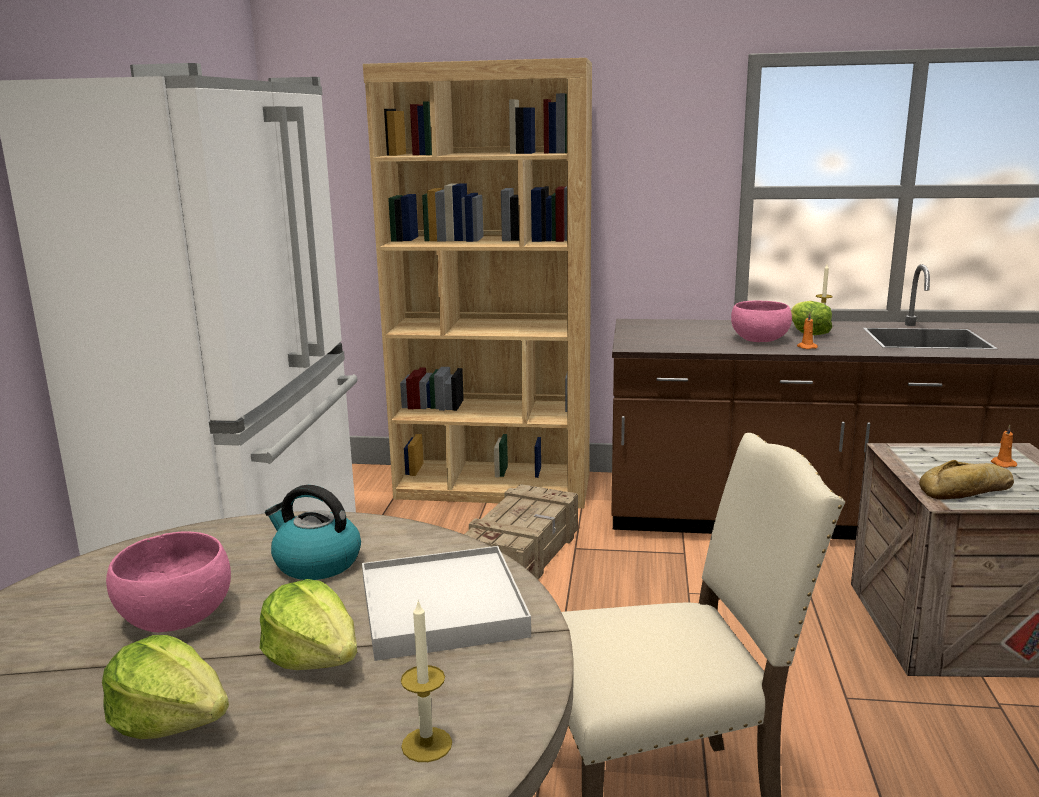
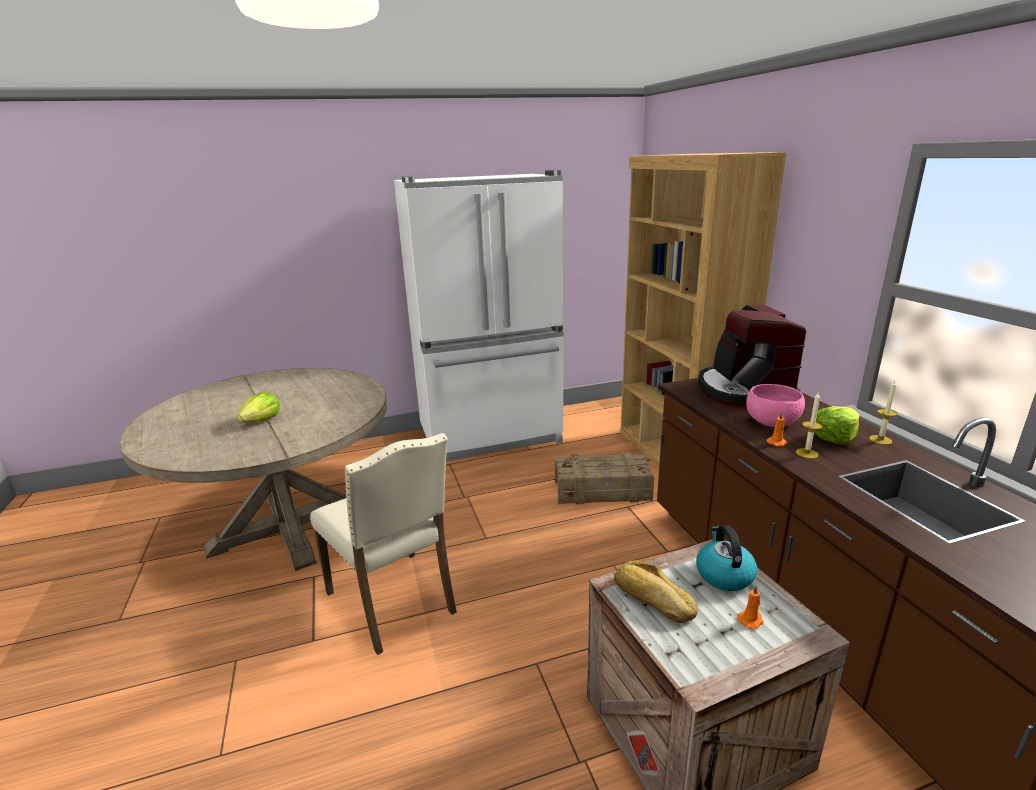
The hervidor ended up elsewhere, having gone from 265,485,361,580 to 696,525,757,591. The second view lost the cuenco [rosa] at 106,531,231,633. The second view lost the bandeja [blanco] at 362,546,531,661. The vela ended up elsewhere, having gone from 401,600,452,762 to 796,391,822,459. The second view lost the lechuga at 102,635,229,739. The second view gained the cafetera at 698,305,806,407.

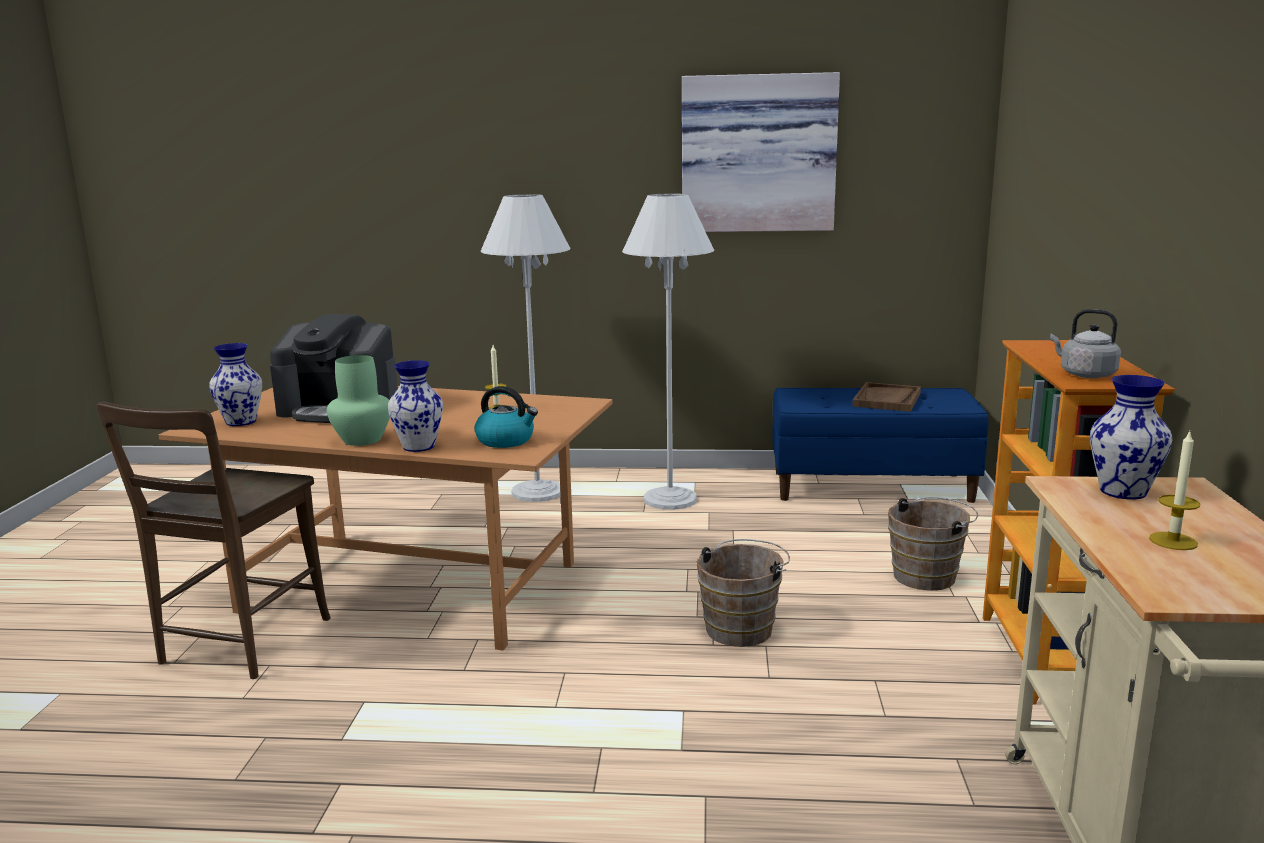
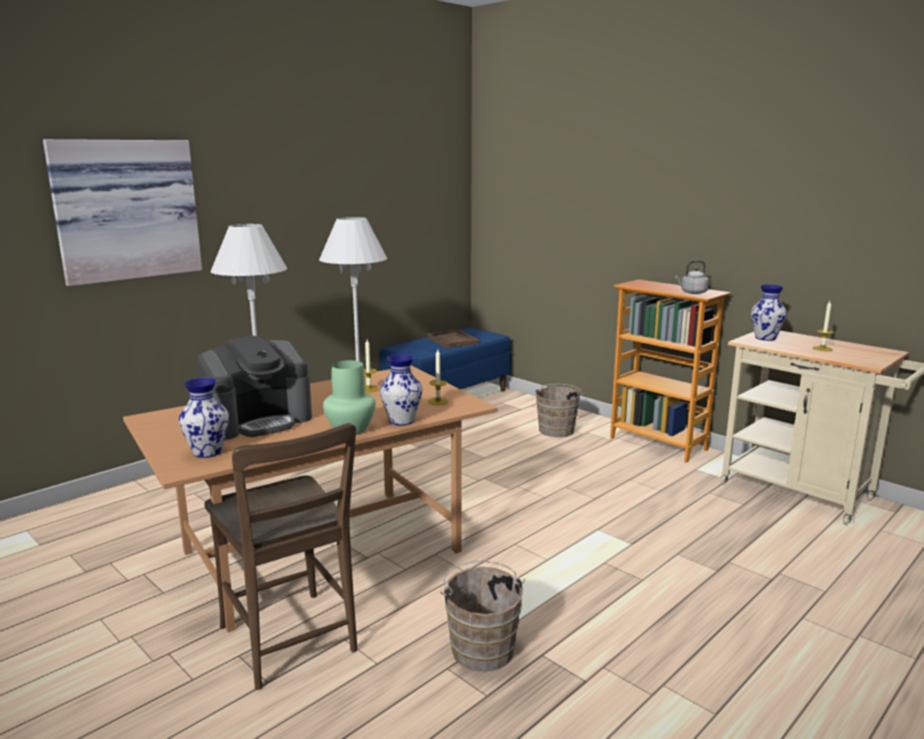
The cuadro ended up elsewhere, having gone from 682,72,840,232 to 43,139,202,286. Where the hervidor stood at 474,386,538,448, the vela came to stand at 428,349,449,405. The cubo [marrón] ended up elsewhere, having gone from 696,539,790,647 to 440,560,525,672.

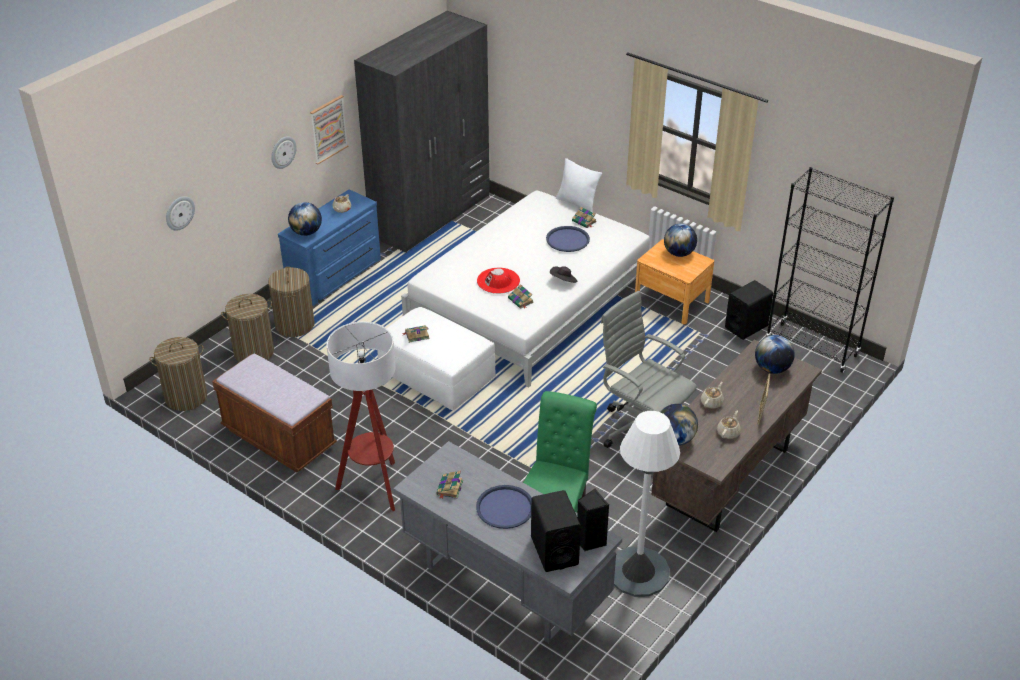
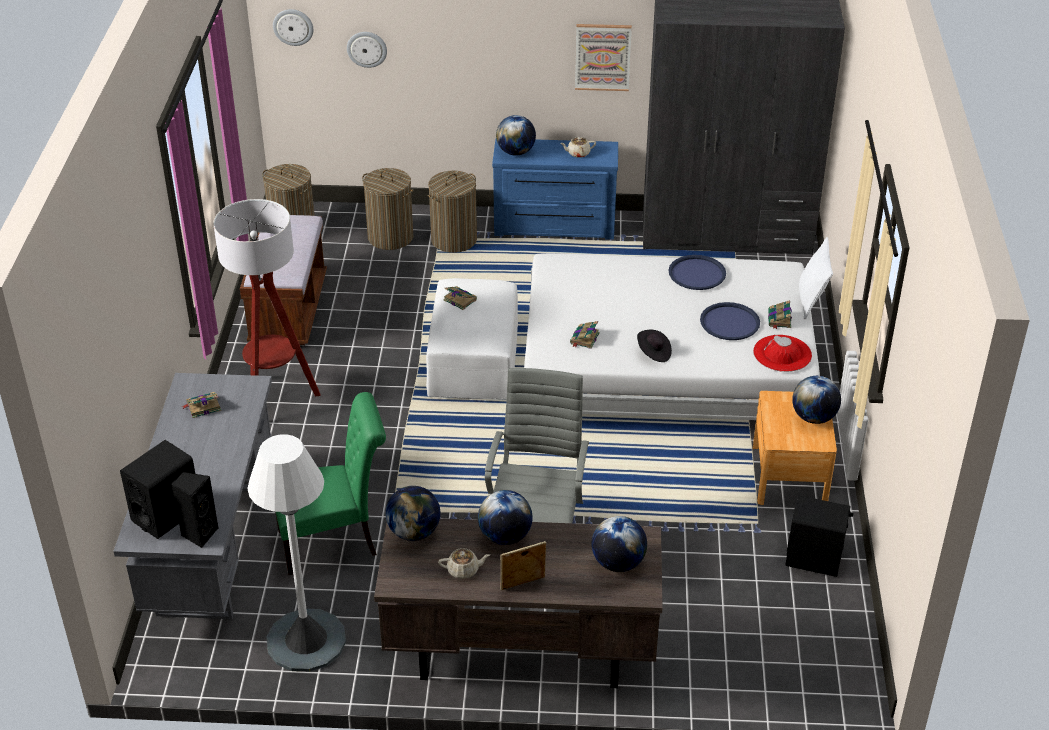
The reloj de pared ended up elsewhere, having gone from 271,136,297,169 to 273,9,313,46. The second view lost the estantería [negro] at 766,167,894,373. The sombrero [rojo] ended up elsewhere, having gone from 477,268,520,294 to 753,335,812,372. Where the tetera [beis] stood at 701,382,724,409, the globo terráqueo came to stand at 478,490,533,545. The bandeja [azul] ended up elsewhere, having gone from 476,485,532,529 to 668,255,726,290.

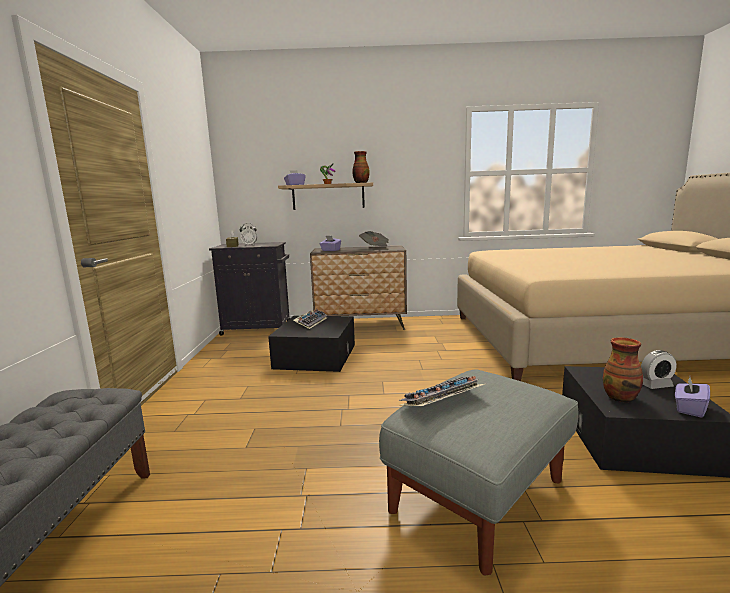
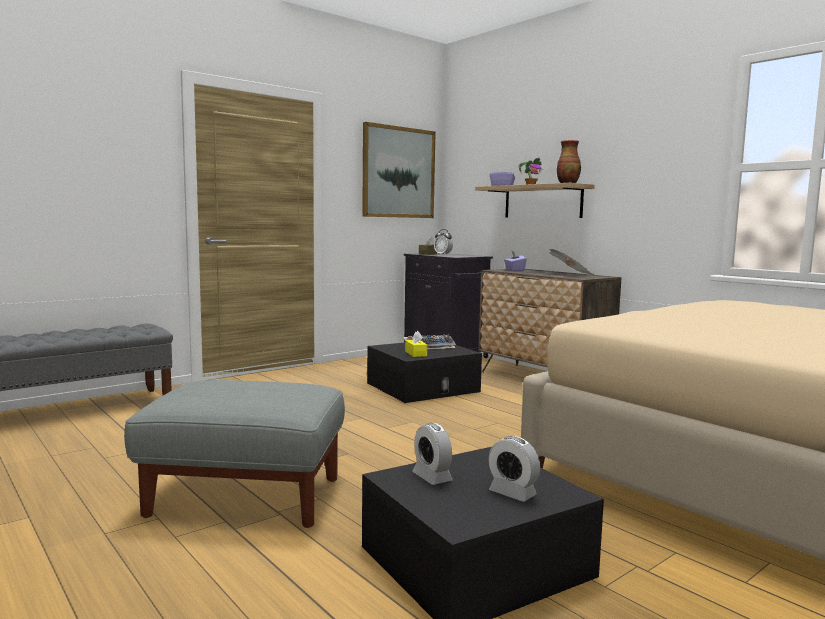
Where the florero stood at 603,337,643,403, the despertador came to stand at 412,423,453,485. The second view lost the teclado at 398,376,486,406. The second view lost the caja de pañuelos [morado] at 675,377,710,418. The second view gained the cuadro at 362,122,436,218. The second view gained the caja de pañuelos [amarillo] at 405,331,427,357.

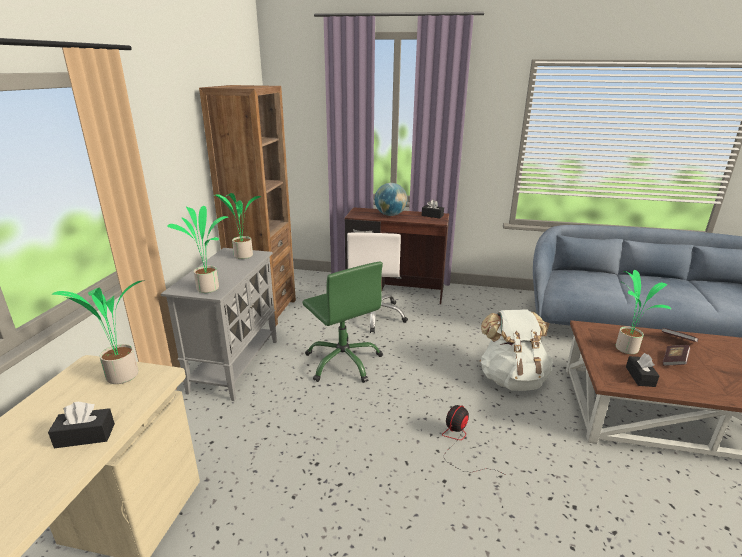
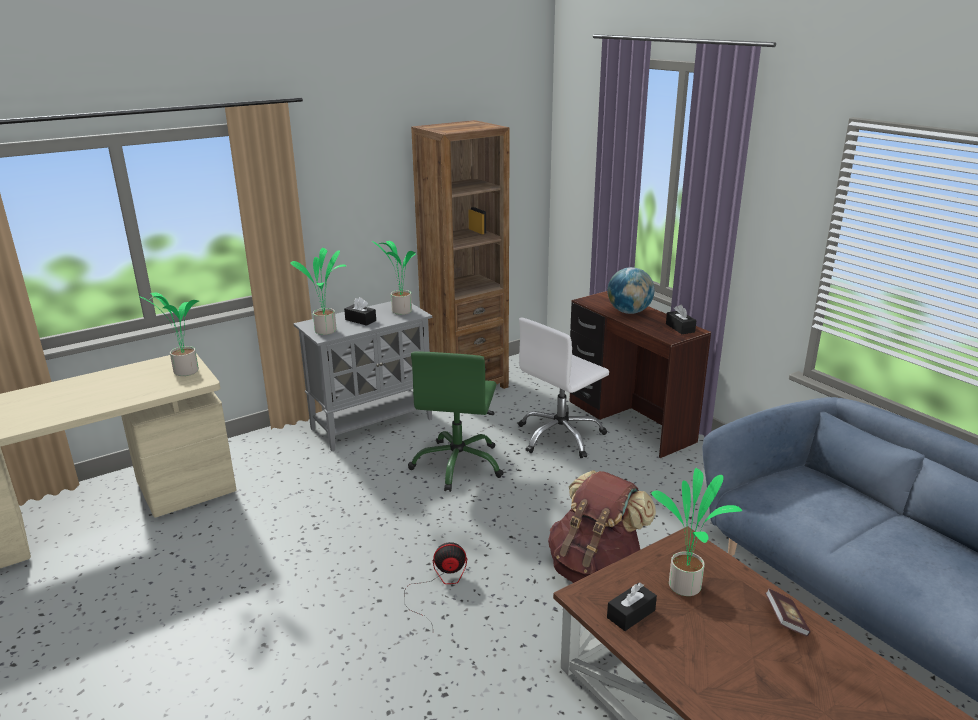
What was the mochila [blanco] at 479,310,553,391 turned into the mochila [marrón] at 548,470,656,583. The second view lost the libro at 662,345,690,366. The caja de pañuelos [negro] ended up elsewhere, having gone from 48,402,115,448 to 344,297,376,326.

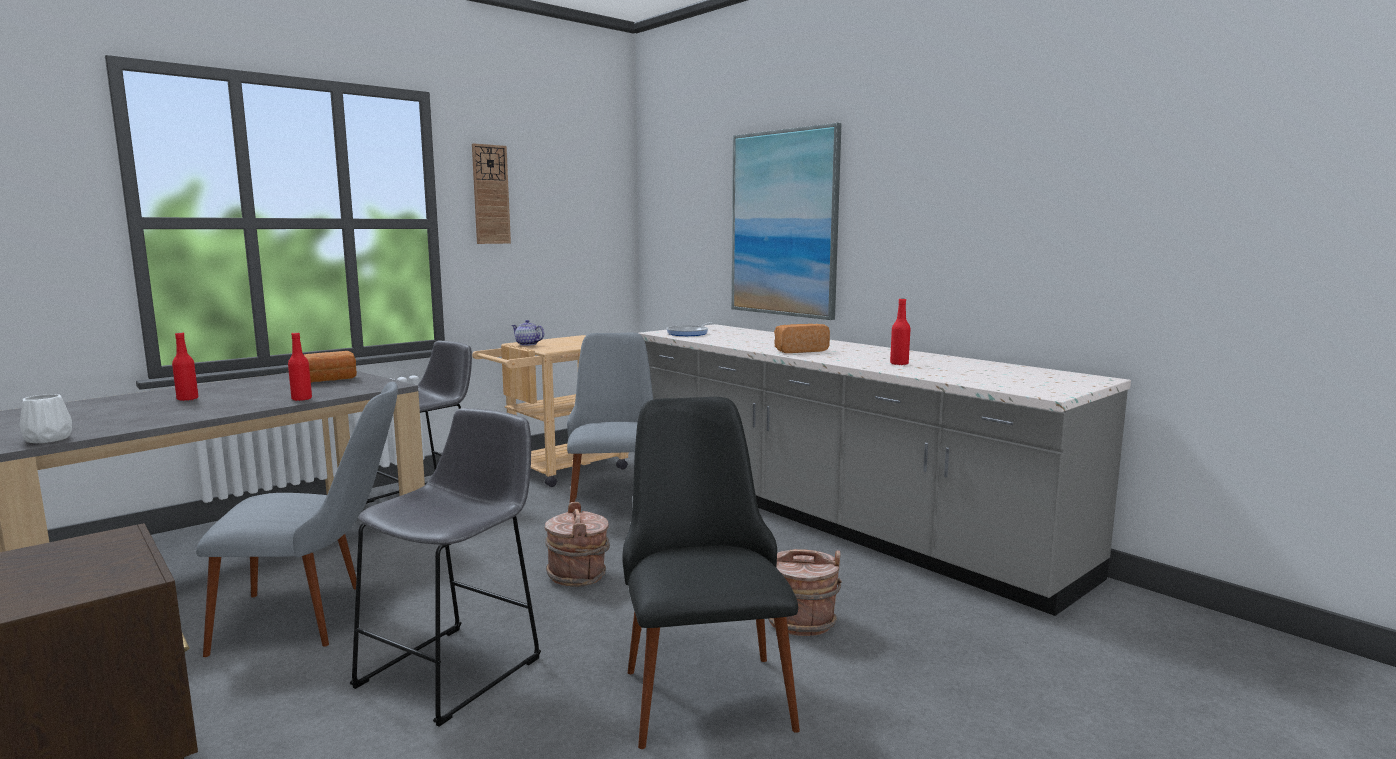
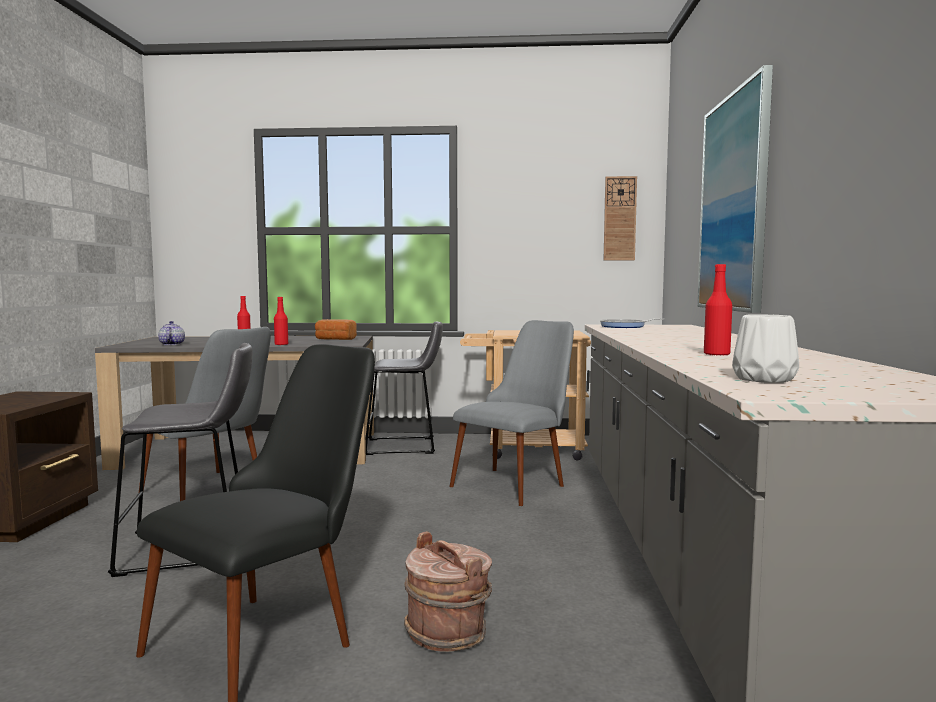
The reloj de pared ended up elsewhere, having gone from 472,143,511,244 to 604,176,637,260. The tetera ended up elsewhere, having gone from 511,320,544,346 to 158,321,185,345. The second view lost the pan at 774,324,830,353. The florero [blanco] ended up elsewhere, having gone from 20,394,72,443 to 732,314,799,383. The second view lost the cubo [marrón] at 545,502,610,587.

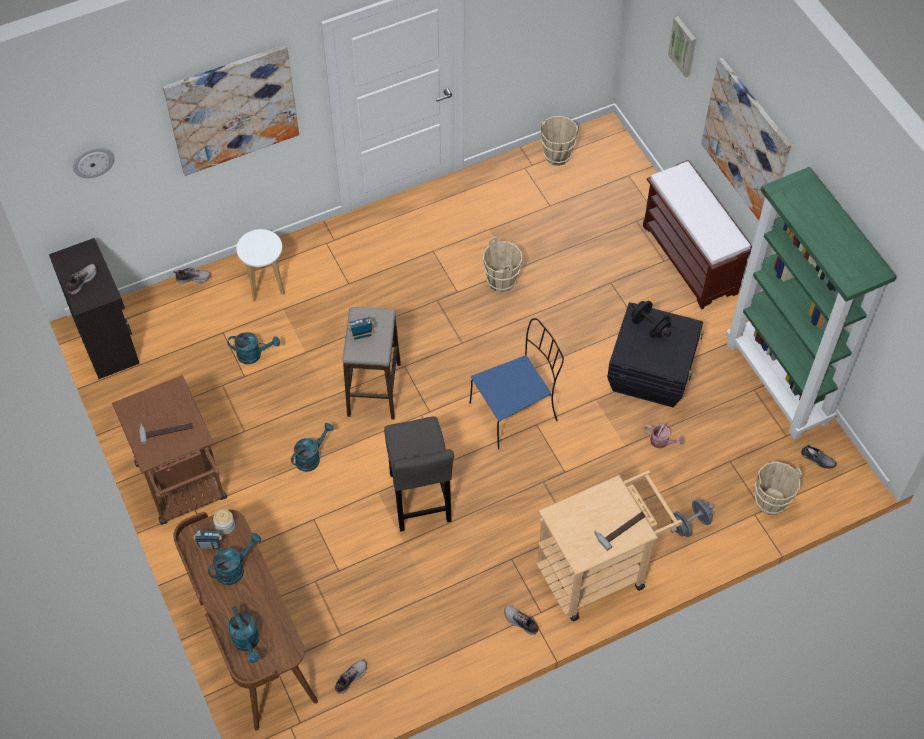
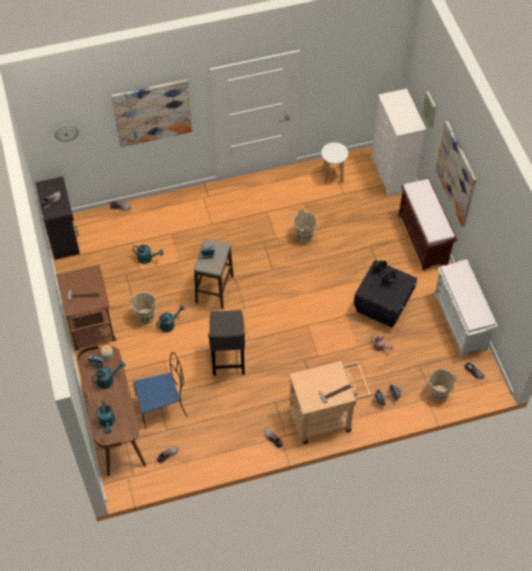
The cubo [beis] ended up elsewhere, having gone from 541,116,579,166 to 130,292,156,324. Where the estantería [verde] stood at 726,167,897,439, the banco [blanco] came to stand at 434,259,498,357. The taburete [blanco] ended up elsewhere, having gone from 236,229,285,301 to 321,142,348,184. The silla [azul] ended up elsewhere, having gone from 470,318,564,450 to 133,352,187,429. The second view gained the cómoda [blanco] at 371,88,426,197.

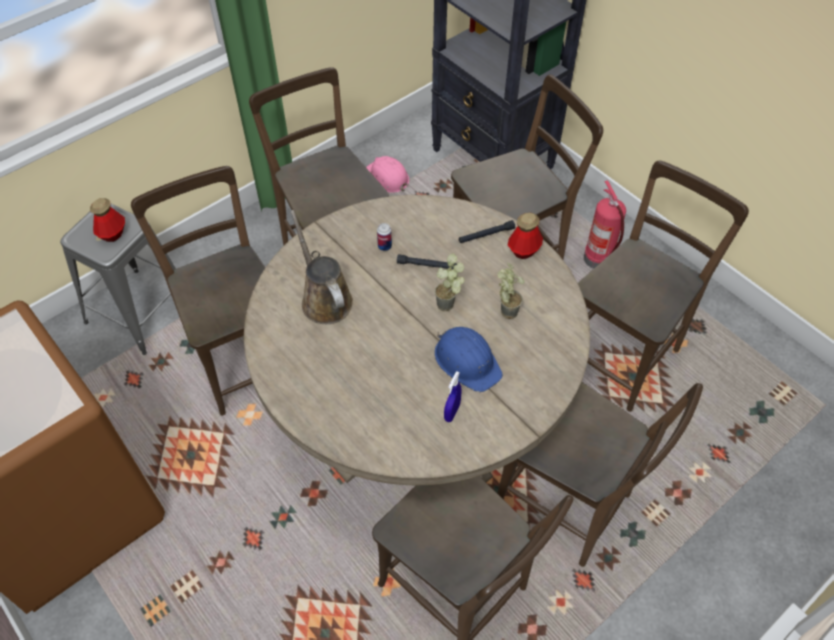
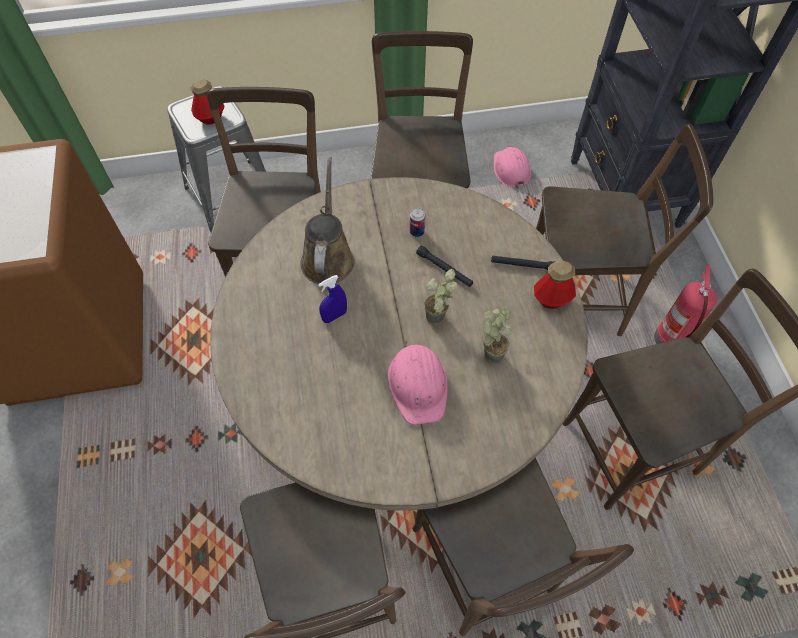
What was the casco [azul] at 435,327,503,392 turned into the casco [rosa] at 388,341,448,425. The pulverizador [azul] ended up elsewhere, having gone from 444,371,462,422 to 318,275,347,323.

